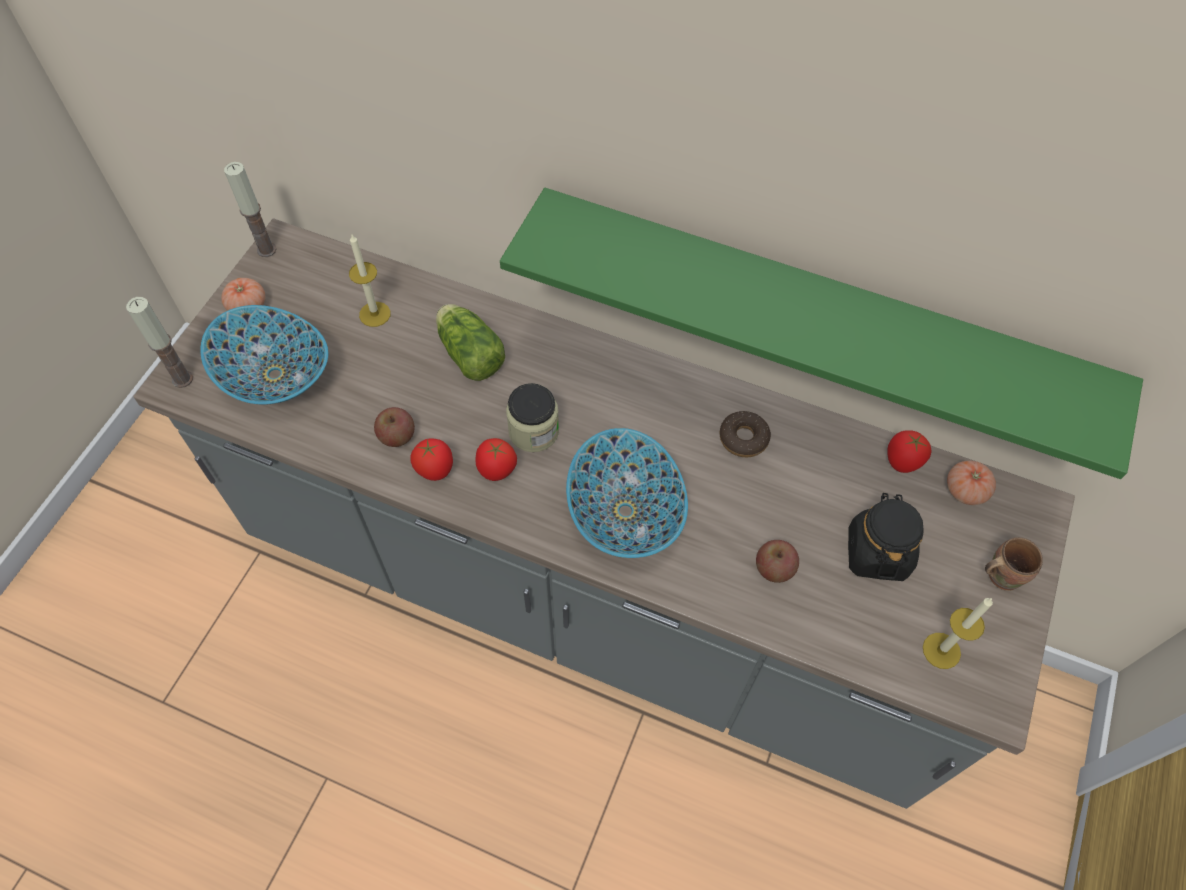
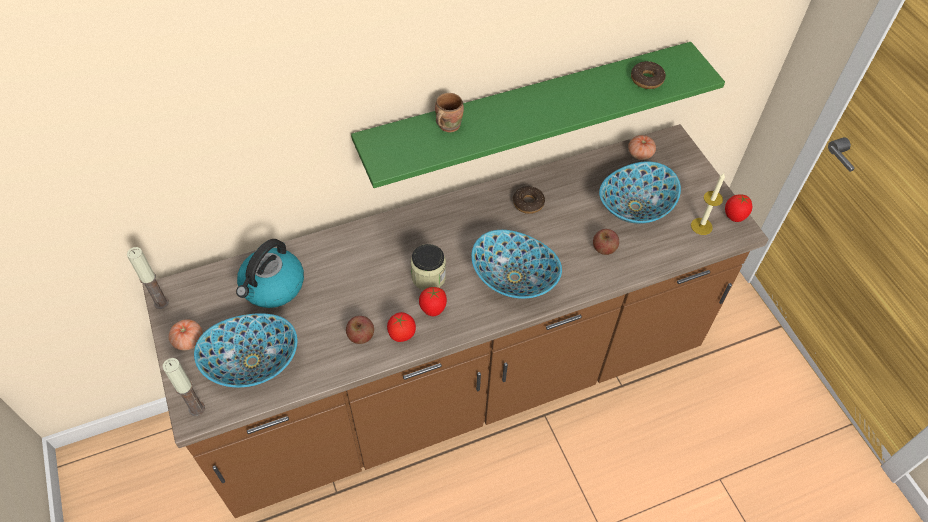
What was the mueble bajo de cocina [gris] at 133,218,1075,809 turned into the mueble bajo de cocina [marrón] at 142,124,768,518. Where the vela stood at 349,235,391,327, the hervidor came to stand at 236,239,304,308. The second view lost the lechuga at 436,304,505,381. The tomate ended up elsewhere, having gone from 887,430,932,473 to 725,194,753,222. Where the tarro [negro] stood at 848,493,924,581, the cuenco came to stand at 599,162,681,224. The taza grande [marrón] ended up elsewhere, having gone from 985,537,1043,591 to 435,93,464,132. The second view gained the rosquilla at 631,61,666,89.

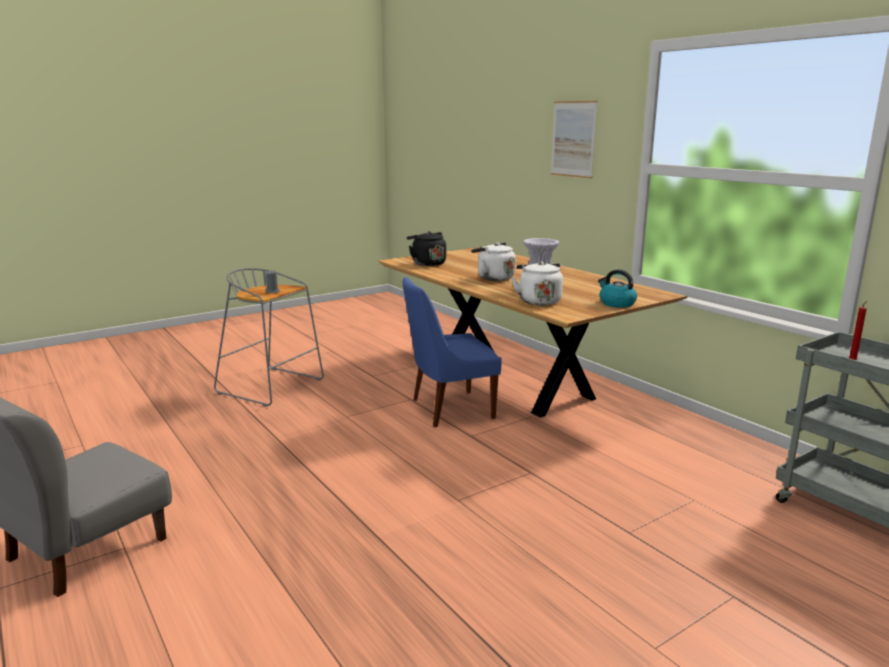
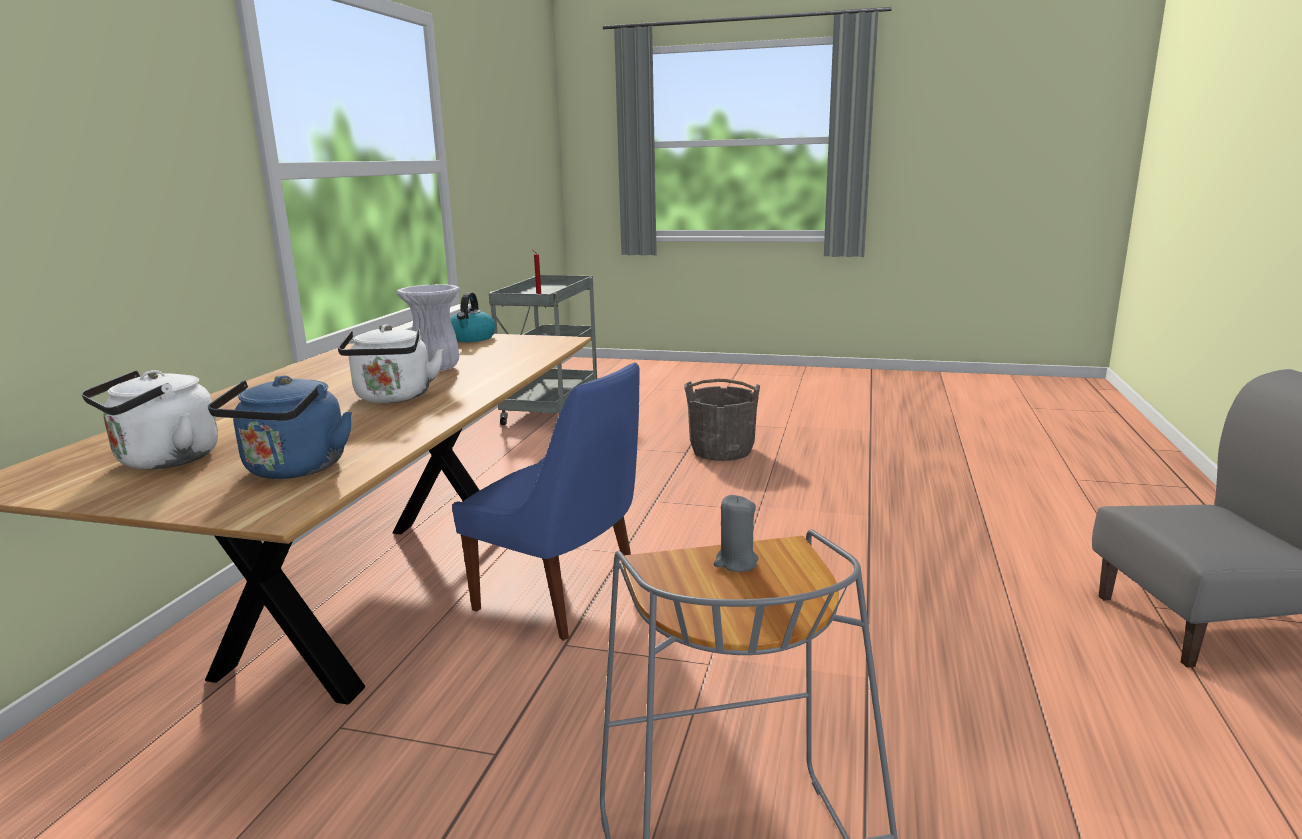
The second view lost the cuadro at 551,101,597,178. What was the hervidor [negro] at 407,231,446,266 turned into the hervidor [azul] at 208,375,352,479. The hervidor [blanco] ended up elsewhere, having gone from 512,261,563,306 to 81,370,218,470. The second view gained the cubo [gris] at 684,379,760,461.

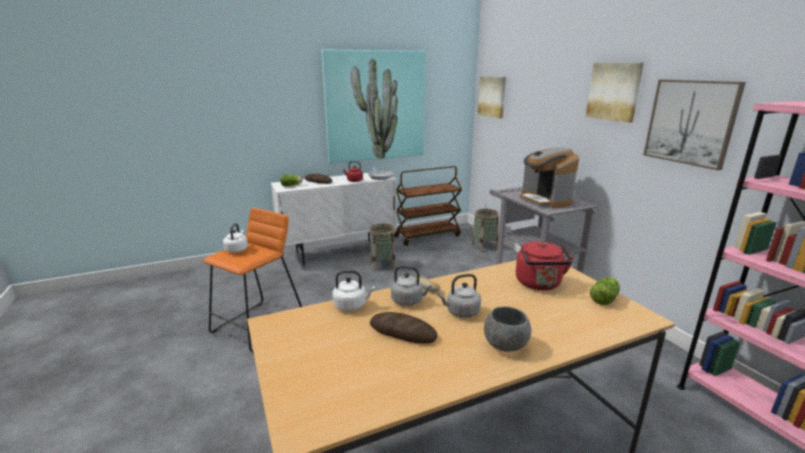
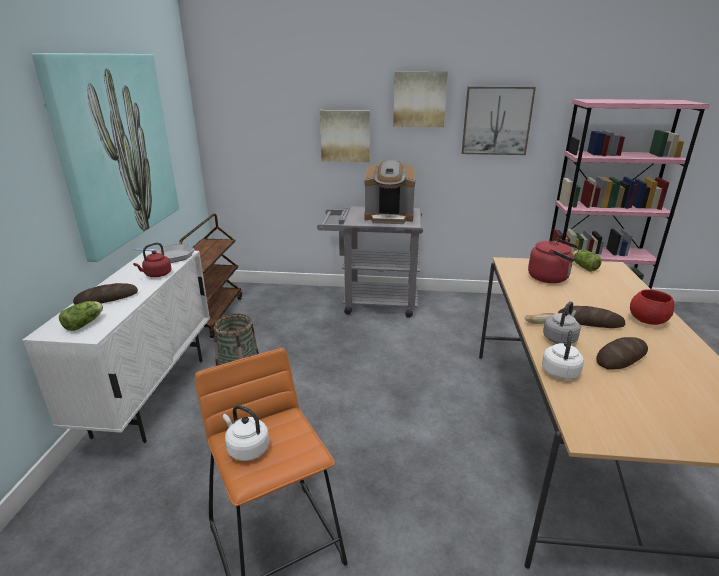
The cuadro ended up elsewhere, having gone from 478,76,506,118 to 320,110,370,162. The second view lost the cesta at 471,209,499,251. Where the hervidor [gris] stood at 438,274,481,318, the pan came to stand at 558,306,625,328. What was the cuenco [gris] at 484,306,531,352 turned into the cuenco [rojo] at 630,289,674,325.

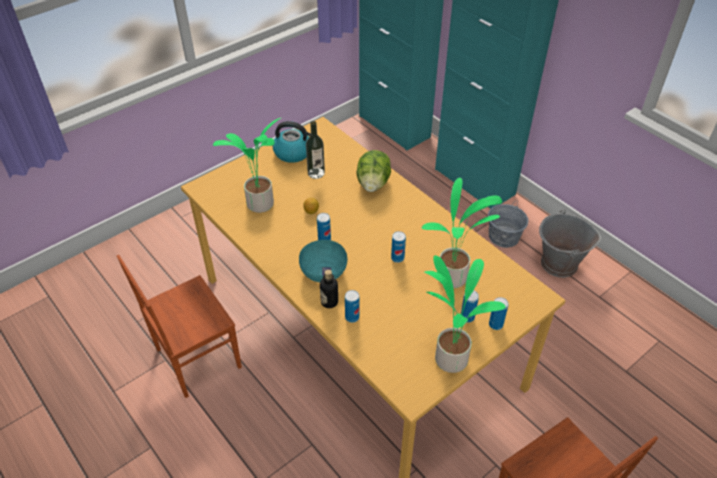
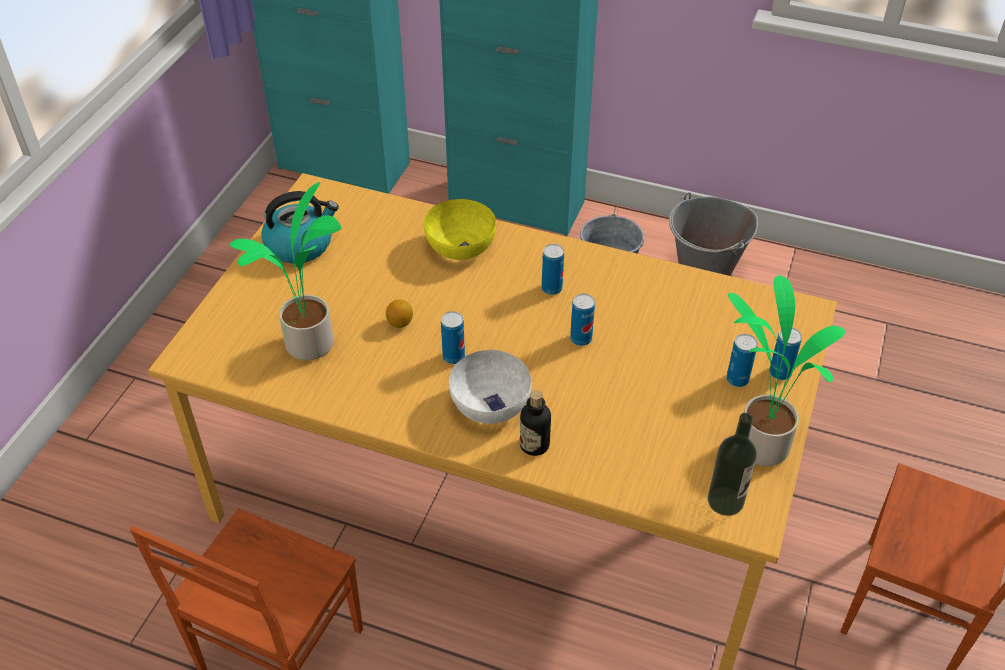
The botella ended up elsewhere, having gone from 306,121,325,179 to 708,413,757,516. Where the lechuga stood at 356,150,391,192, the cuenco [amarillo] came to stand at 424,199,496,260. The second view lost the planta en maceta at 422,178,502,288. What was the cuenco [turquesa] at 299,240,347,282 turned into the cuenco [blanco] at 449,350,532,424. The lata ended up elsewhere, having gone from 345,290,359,323 to 542,244,564,295.

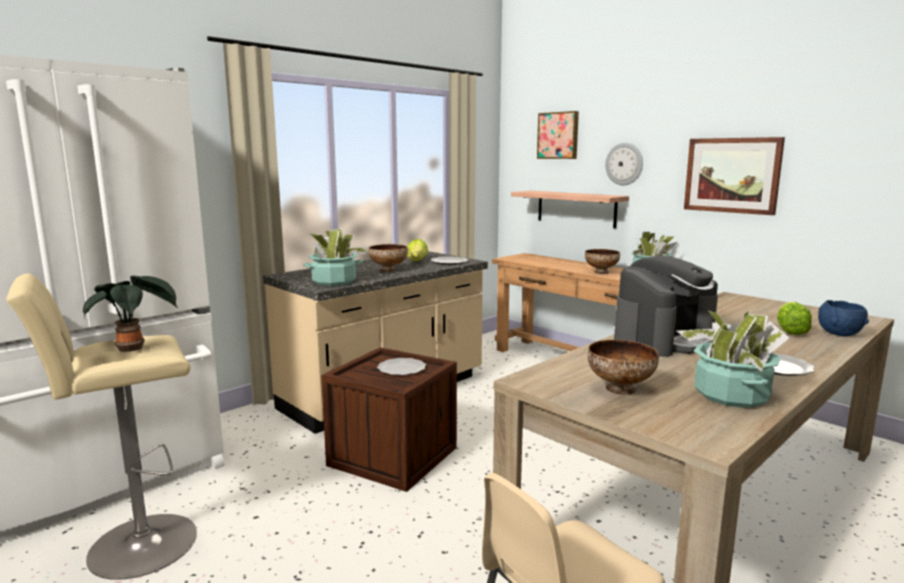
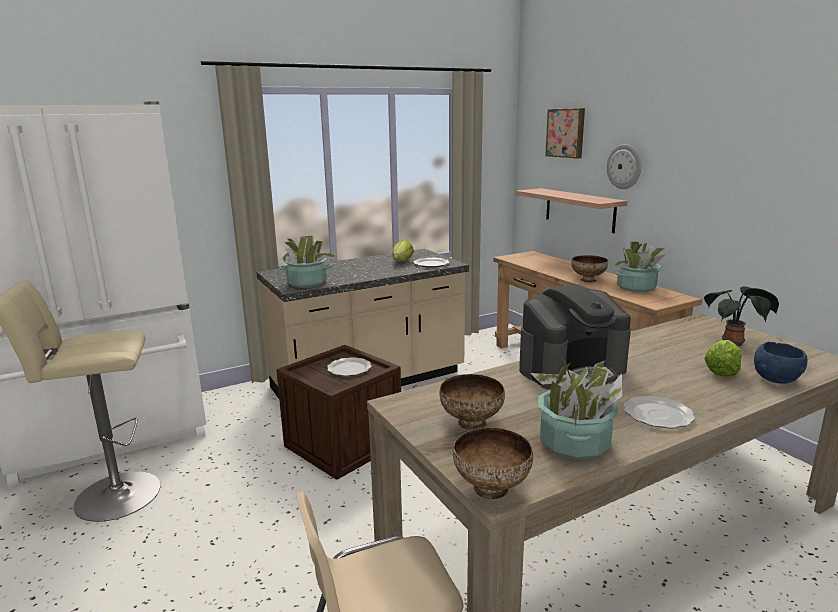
The second view lost the cuadro at 684,137,785,215. The cuenco ended up elsewhere, having gone from 368,244,408,272 to 453,428,533,499. The planta en maceta ended up elsewhere, having gone from 83,276,178,352 to 704,286,779,347.

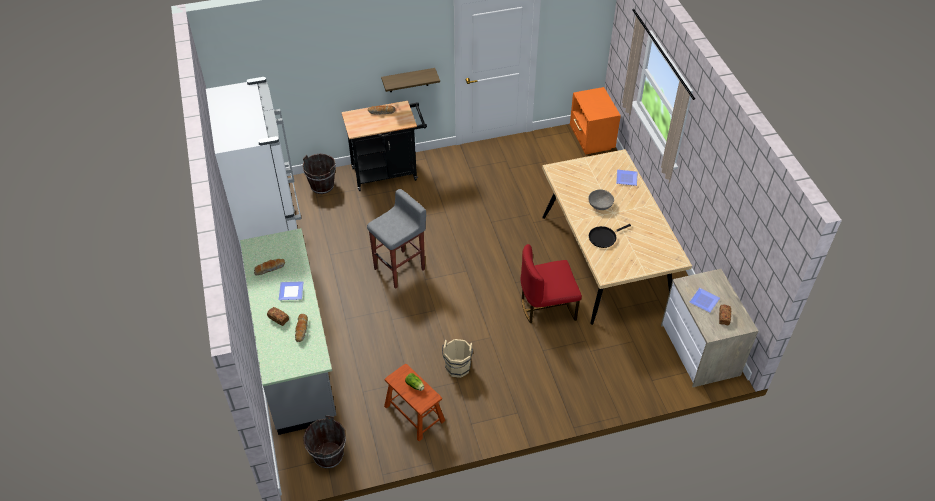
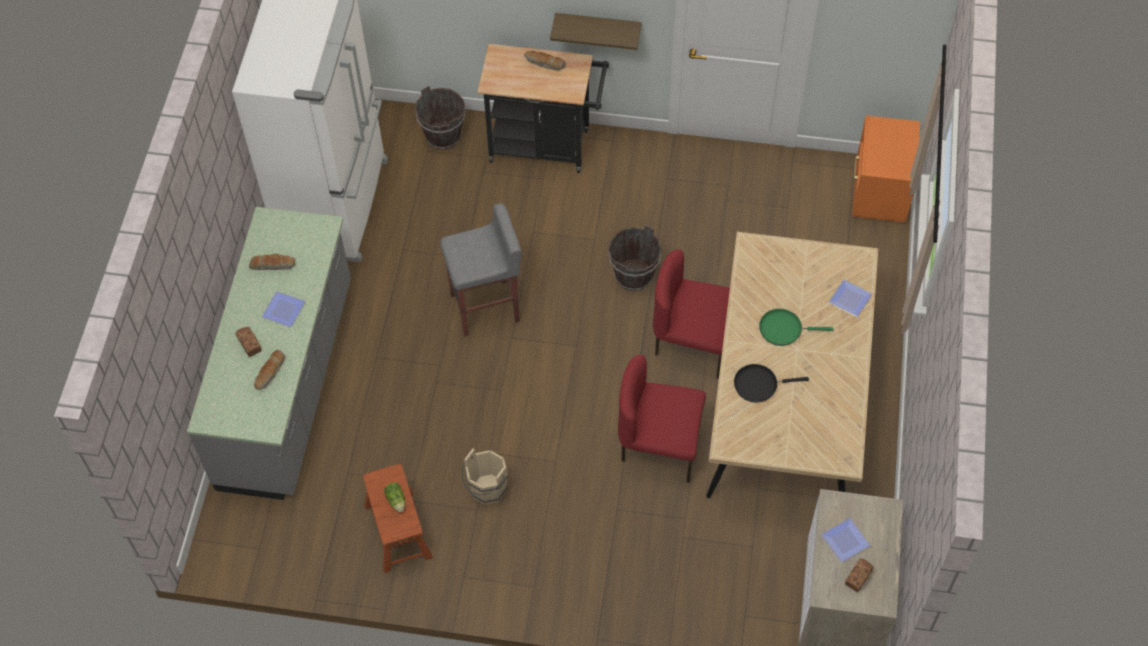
Where the cuenco [gris] stood at 588,189,614,210, the sartén [verde] came to stand at 759,309,833,346. The cubo [marrón] ended up elsewhere, having gone from 303,415,346,469 to 608,225,662,291. The second view gained the silla [rojo] at 653,249,730,379.

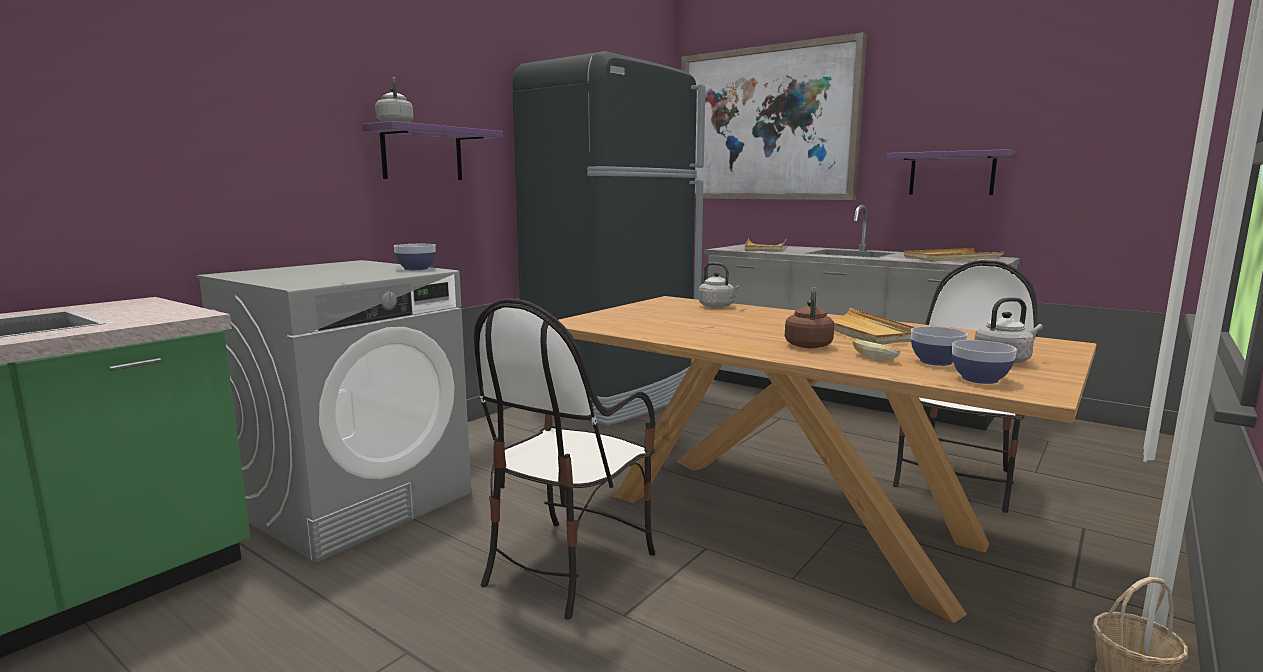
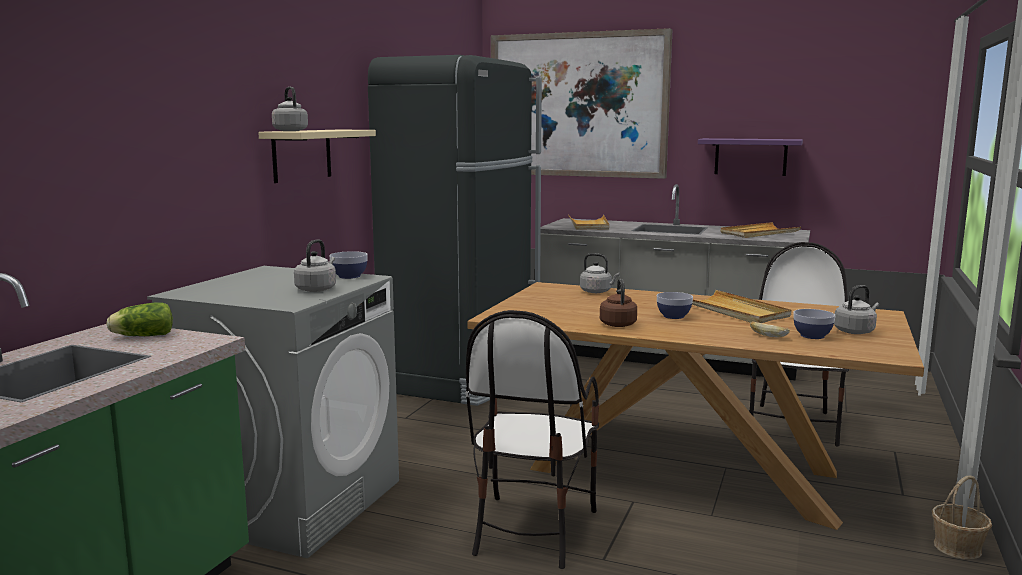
What was the estante [morado] at 362,121,503,180 turned into the estante [beis] at 258,130,376,183. The hervidor [marrón] ended up elsewhere, having gone from 785,287,834,348 to 600,279,637,327. The cuenco ended up elsewhere, having gone from 952,340,1017,384 to 657,292,693,319. The second view gained the hervidor [gris] at 294,239,336,292. The second view gained the lechuga at 106,302,173,336.

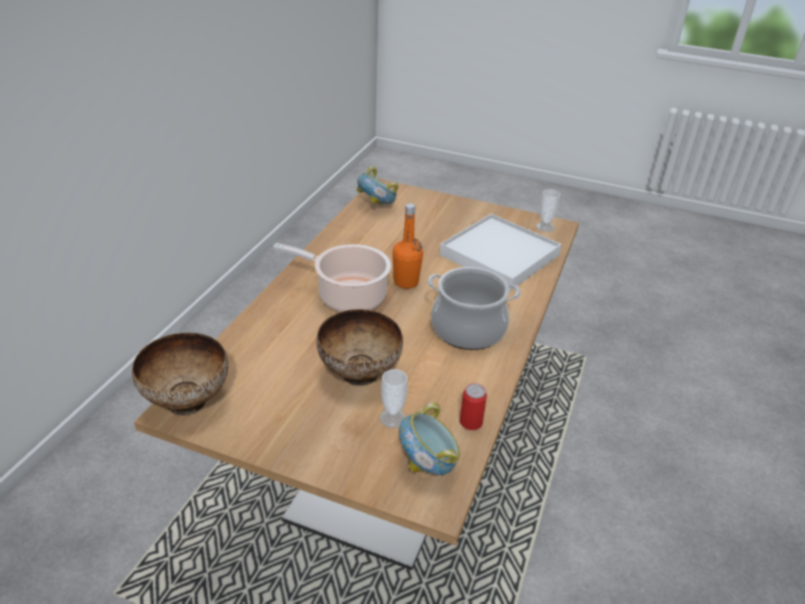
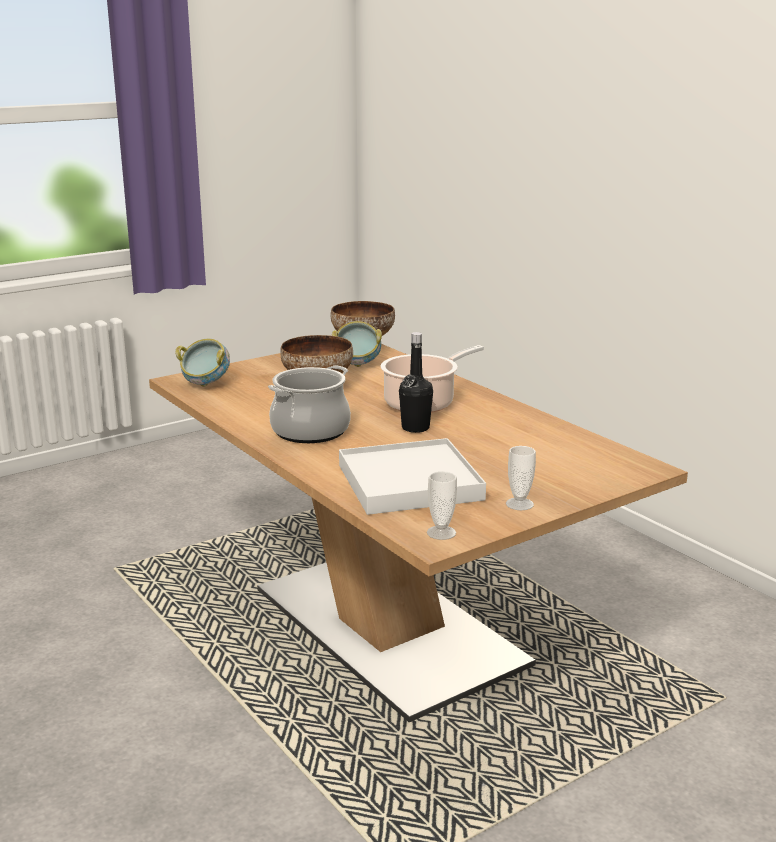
The cuenco ended up elsewhere, having gone from 357,166,399,206 to 332,321,382,367. What was the botella [naranja] at 392,203,423,289 turned into the botella [negro] at 399,332,433,433. The taza ended up elsewhere, having gone from 380,369,408,428 to 506,446,536,510. The second view lost the lata at 460,383,487,430.

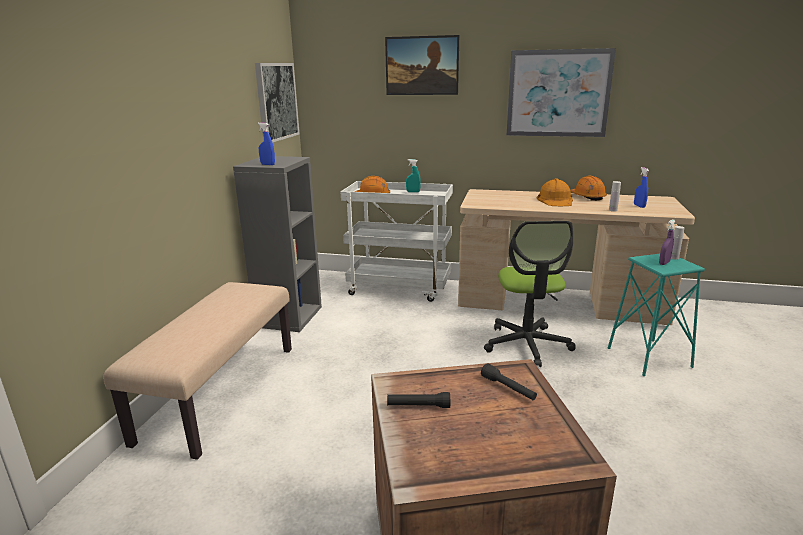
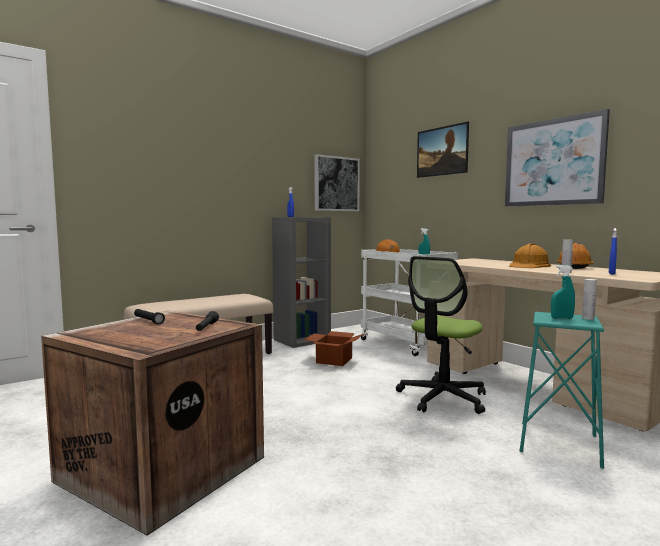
What was the pulverizador [morado] at 659,219,675,265 turned into the pulverizador [turquesa] at 551,265,575,319. The second view gained the caja de cartón at 304,331,363,366.

